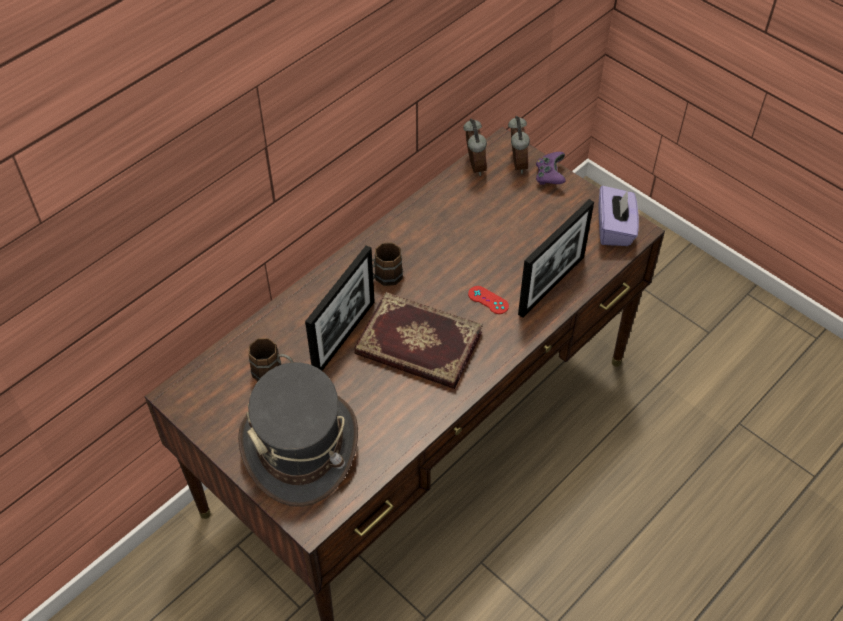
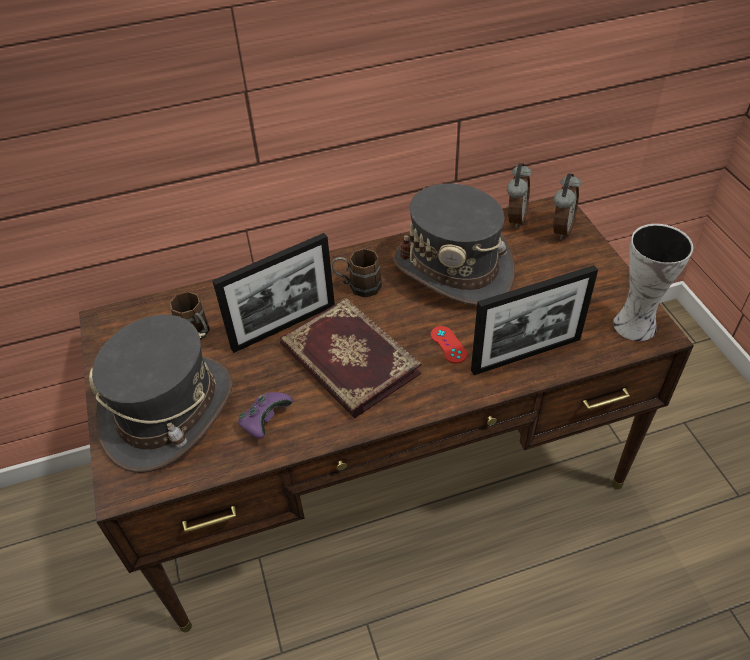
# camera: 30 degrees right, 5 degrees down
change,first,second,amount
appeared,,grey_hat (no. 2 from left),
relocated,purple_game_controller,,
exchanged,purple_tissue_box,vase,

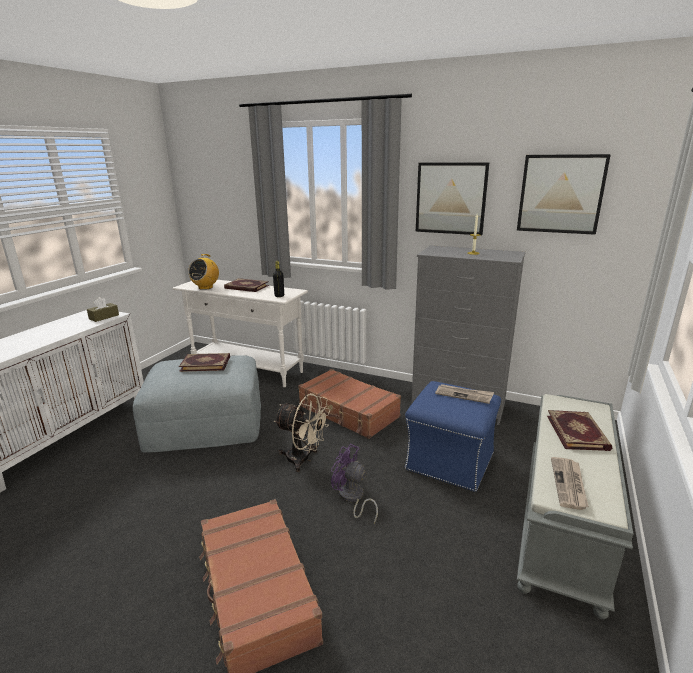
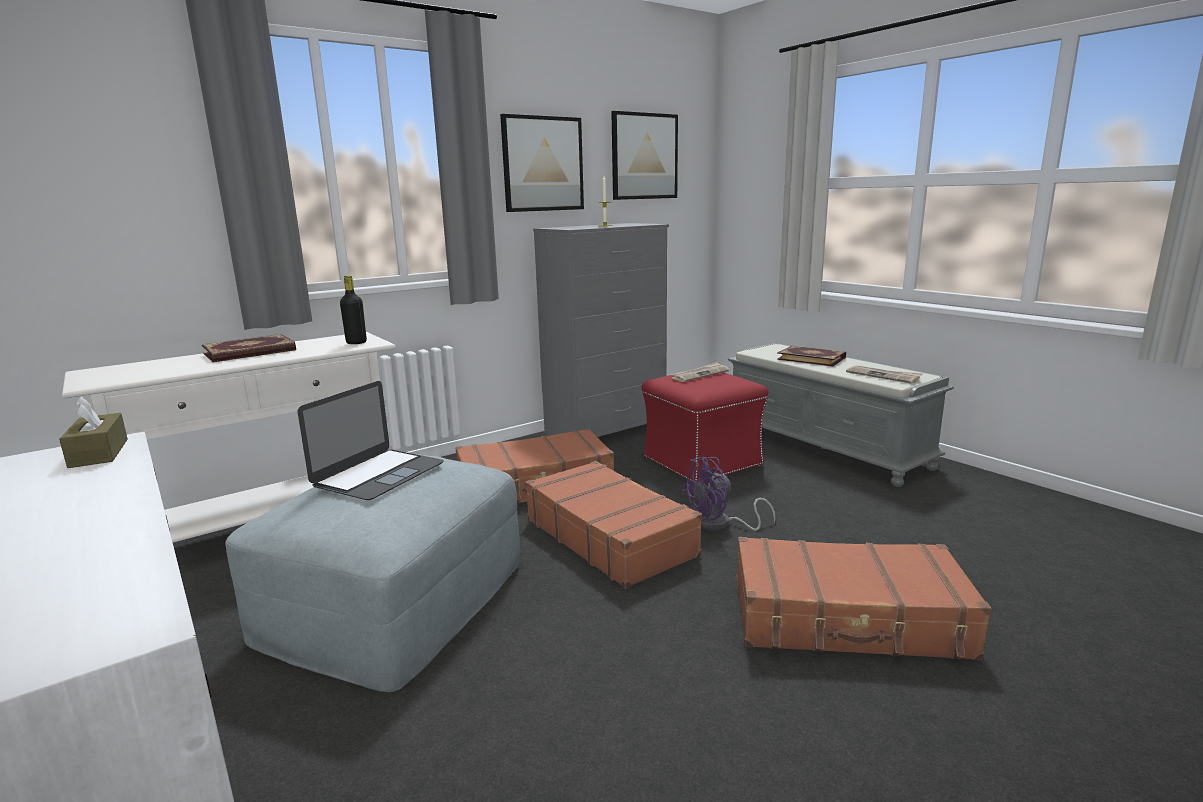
# camera: 60 degrees left, 5 degrees down
change,first,second,amount
missing,radio,,
exchanged,book (no. 1 from left),laptop,
exchanged,beige_fan,brown_suitcase (no. 2 from left),
colour,blue_ottoman,red_ottoman,

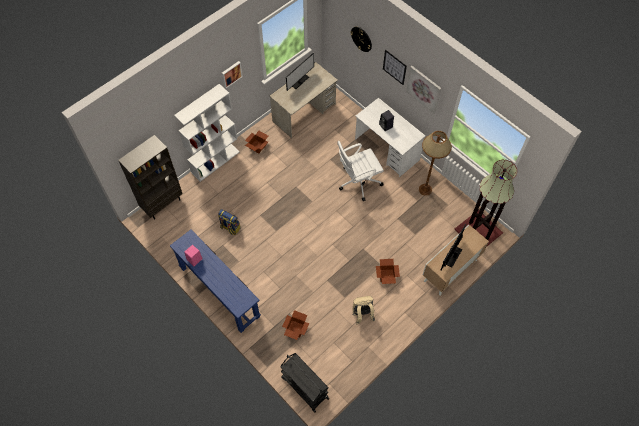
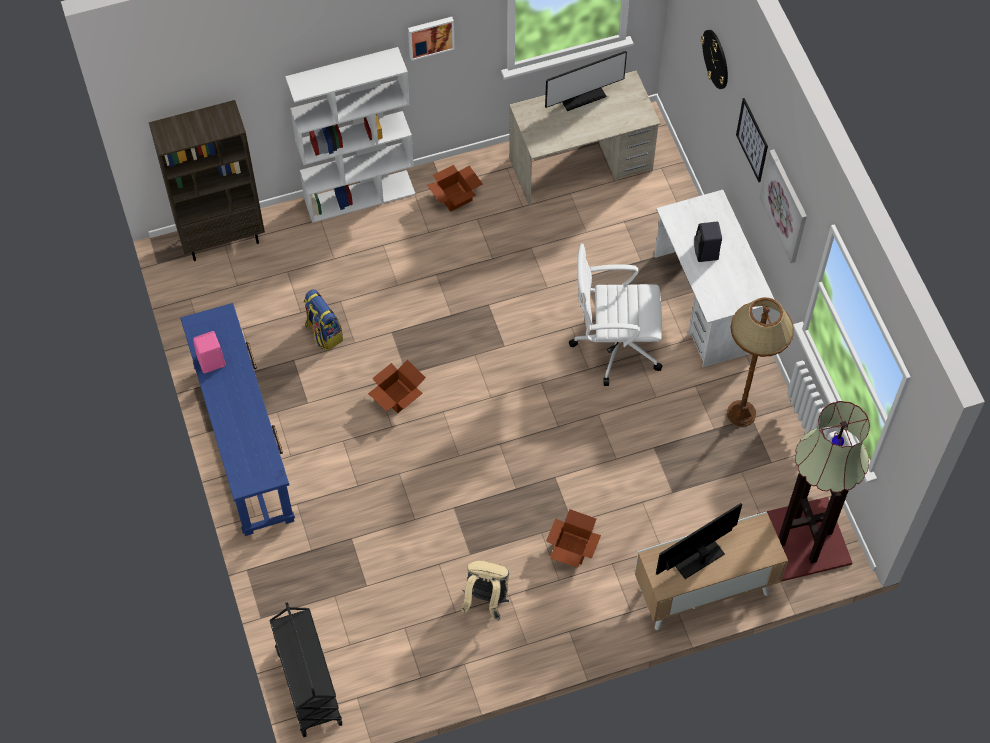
# camera: 25 degrees right, 0 degrees up
change,first,second,amount
relocated,cardboard_box (no. 2 from left in the first image),cardboard_box (no. 1 from left),

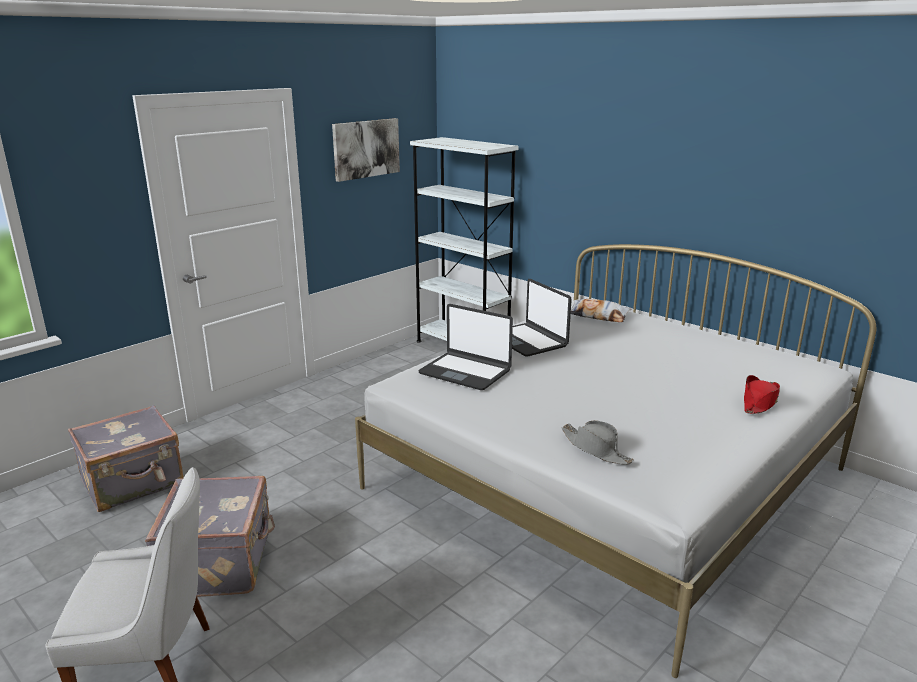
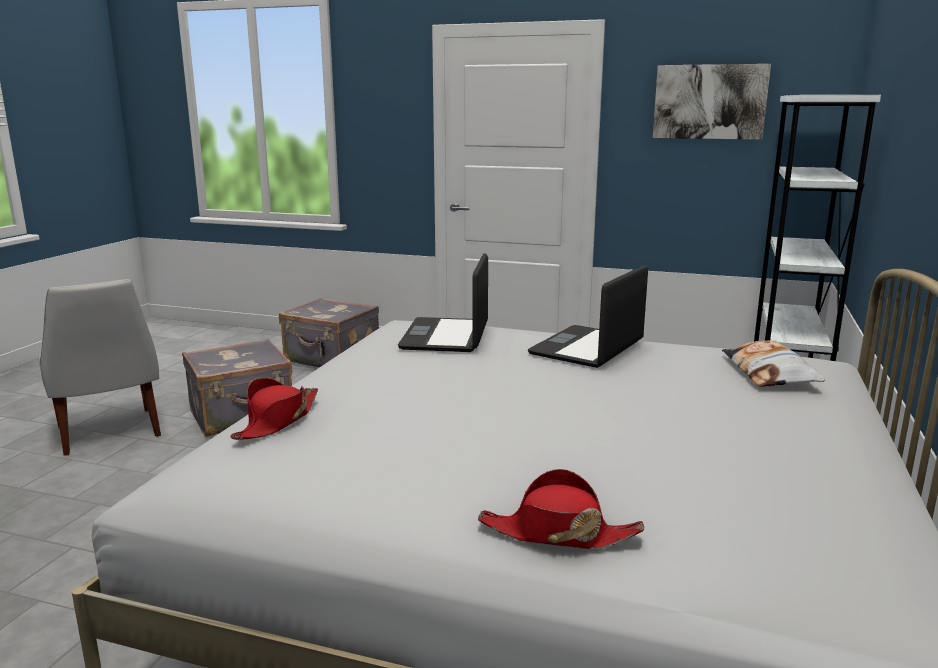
# camera: 65 degrees right, 5 degrees down
change,first,second,amount
colour,grey_hat,red_hat (no. 1 from left),

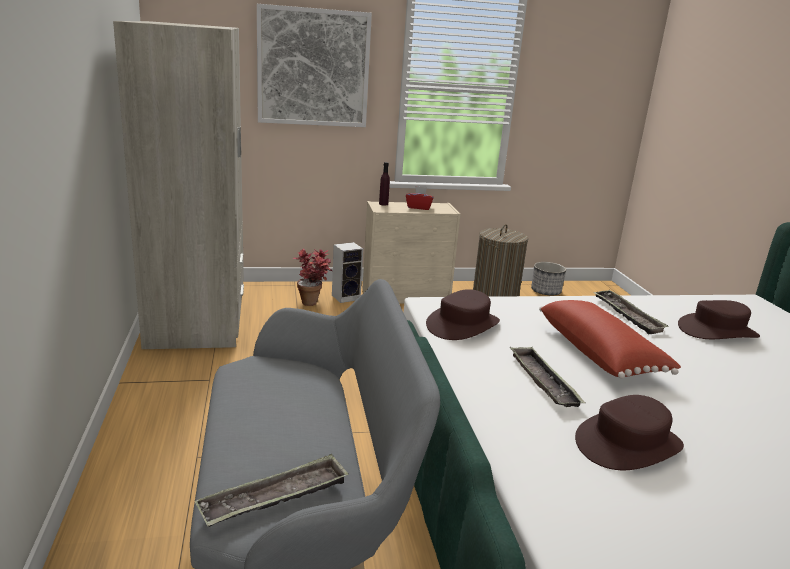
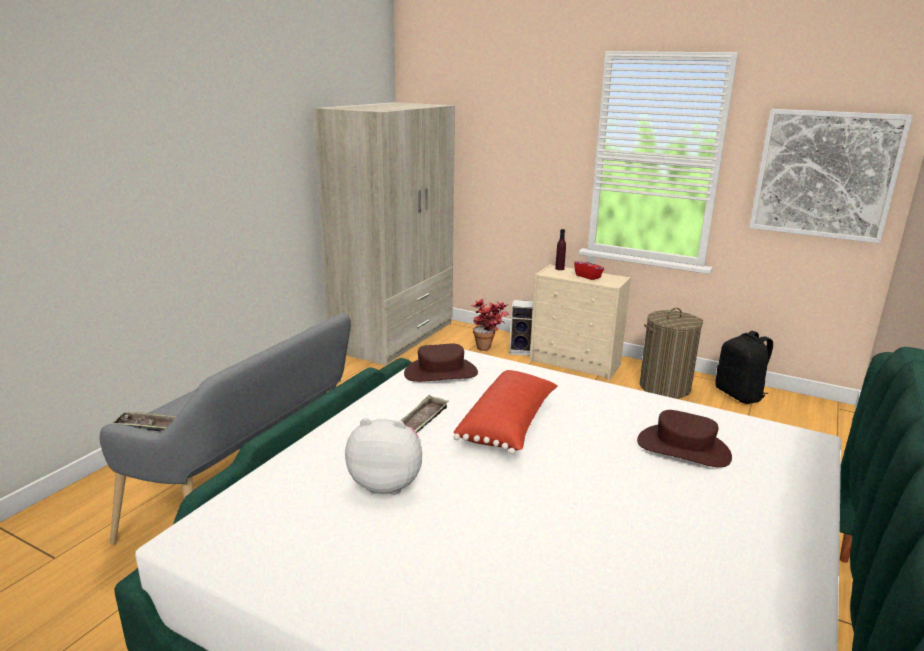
# camera: 40 degrees right, 0 degrees up
change,first,second,amount
missing,tray (no. 3 from left),,
relocated,picture,,
exchanged,planter,black_backpack,
exchanged,brown_hat (no. 2 from left),plush_toy,

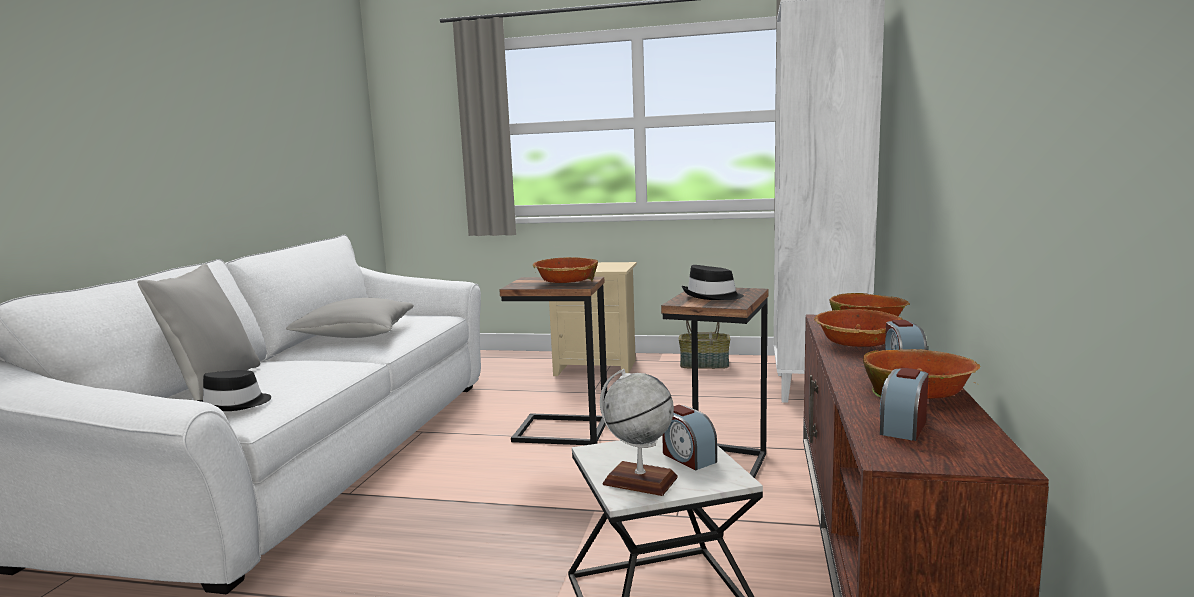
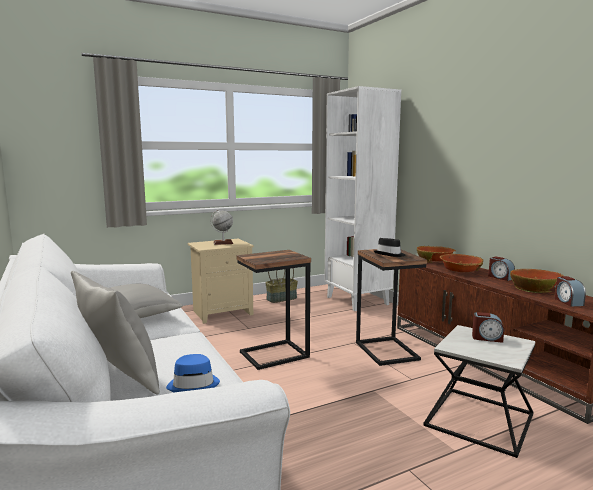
# camera: 40 degrees left, 0 degrees up
change,first,second,amount
missing,bowl (no. 1 from left),,
relocated,globe,,
colour,black_hat (no. 1 from left),blue_hat,

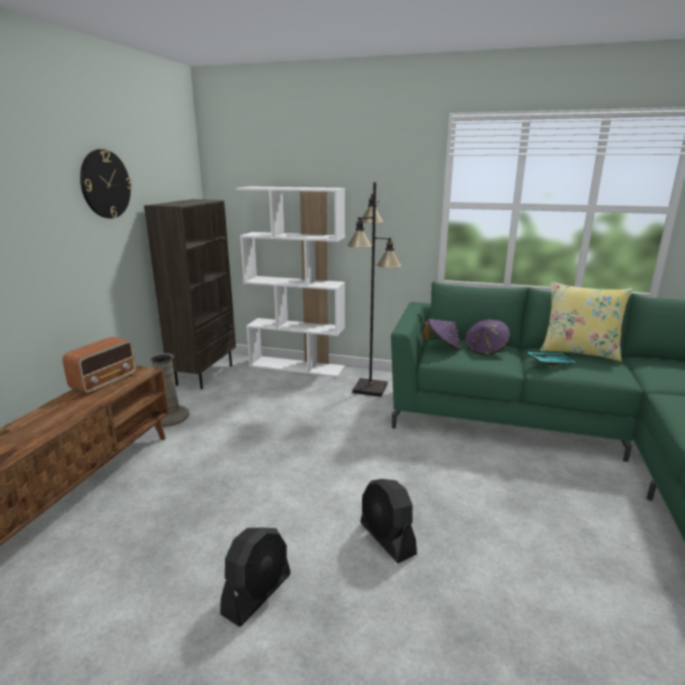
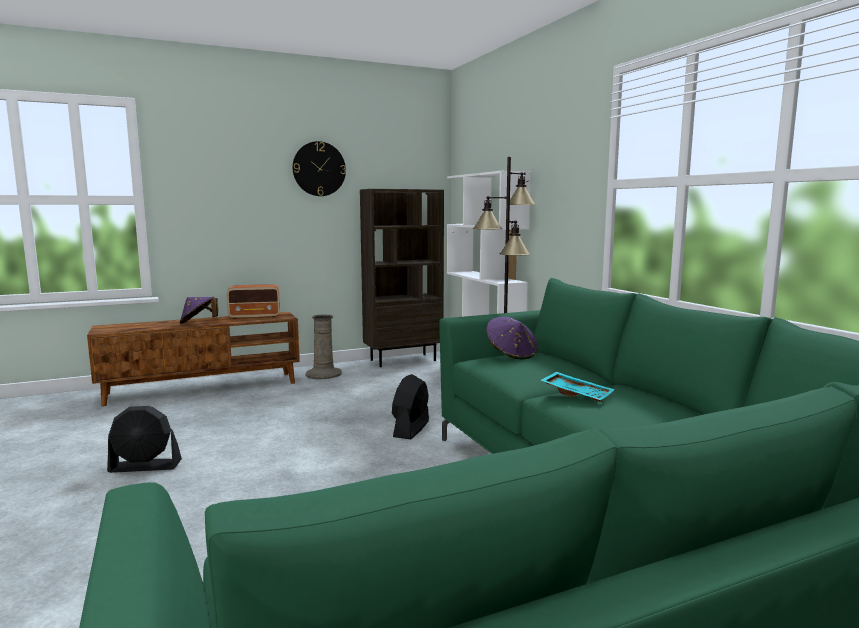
# camera: 50 degrees right, 10 degrees down
change,first,second,amount
missing,yellow_pillow,,
relocated,black_fan (no. 2 from left),,
relocated,purple_hat (no. 2 from left in the first image),purple_hat (no. 1 from left),

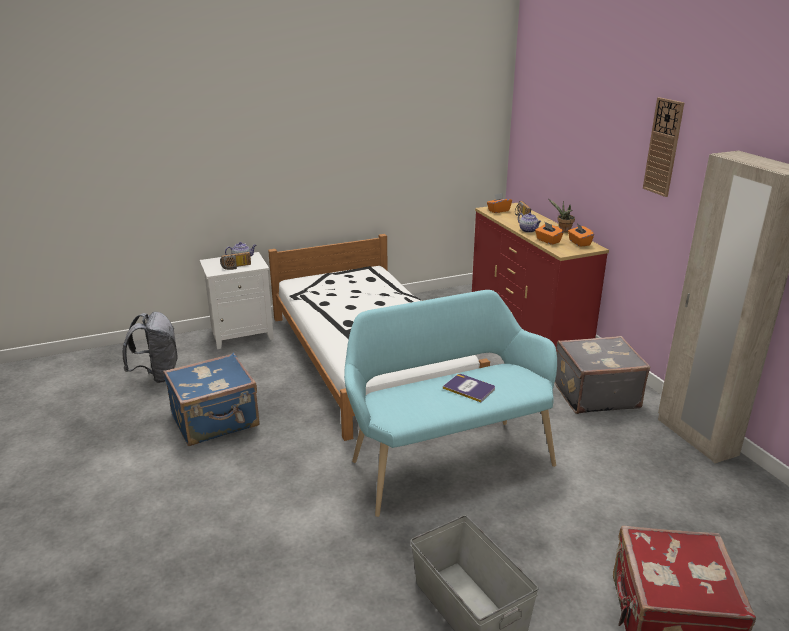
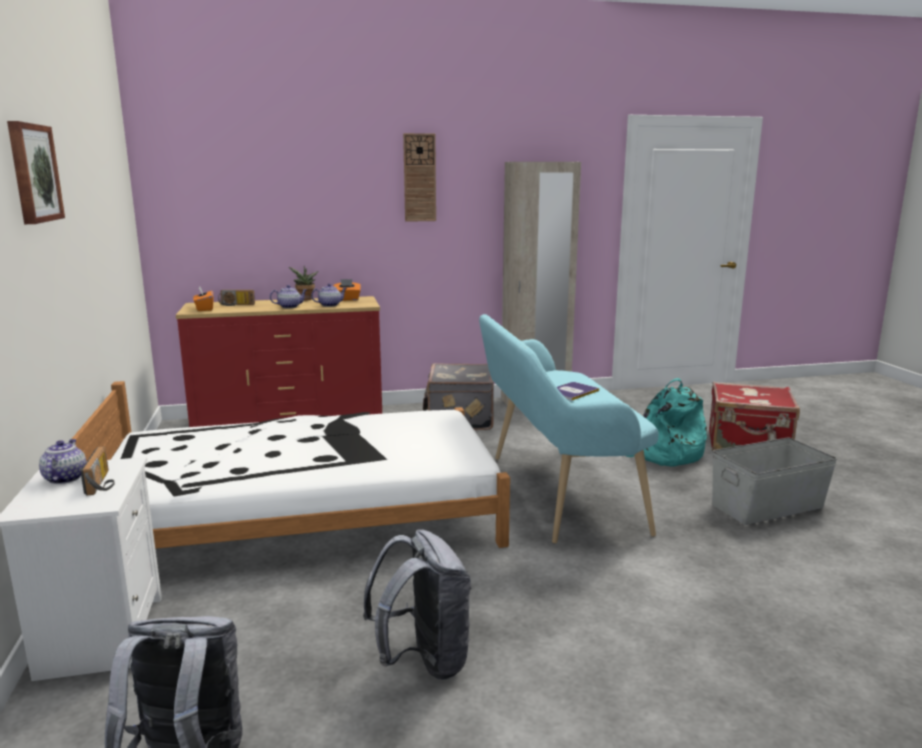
# camera: 80 degrees left, 10 degrees down
change,first,second,amount
appeared,,picture,
appeared,,turquoise_backpack,
exchanged,blue_suitcase,grey_backpack (no. 2 from left),
exchanged,orange_tissue_box (no. 2 from left),teapot (no. 3 from left),

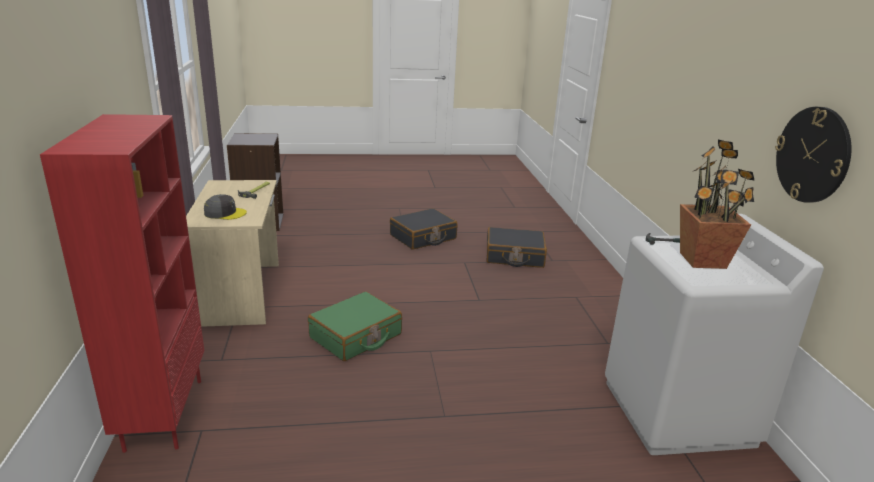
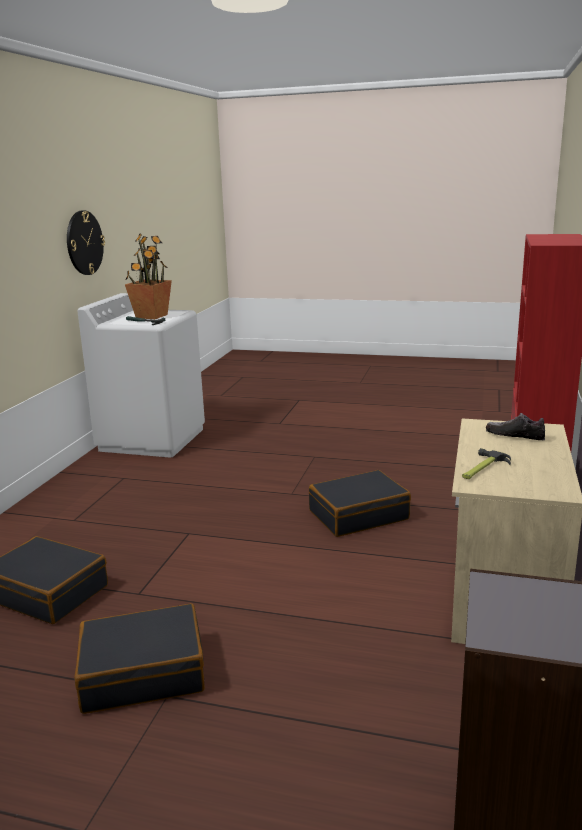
# camera: 155 degrees left, 5 degrees down
change,first,second,amount
exchanged,grey_cap,shoe,
colour,green_suitcase,black_suitcase (no. 3 from left),

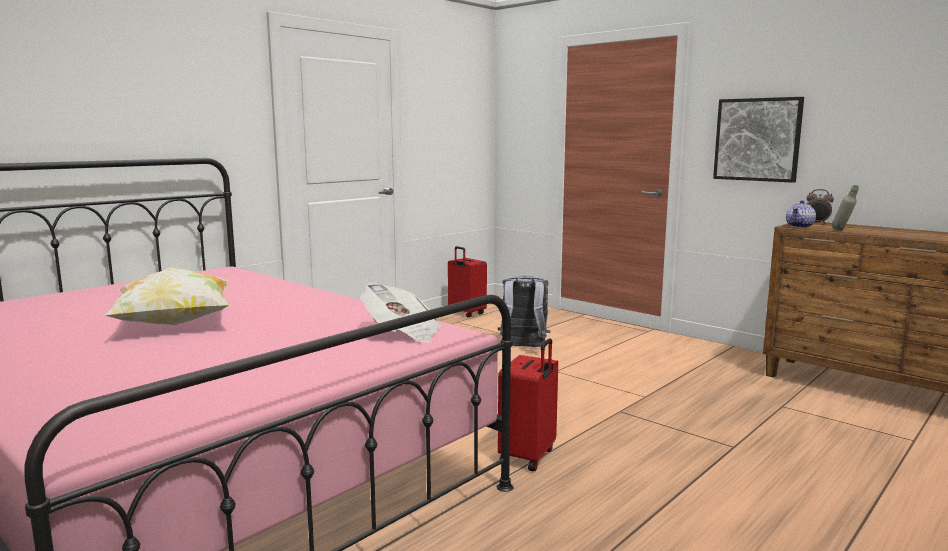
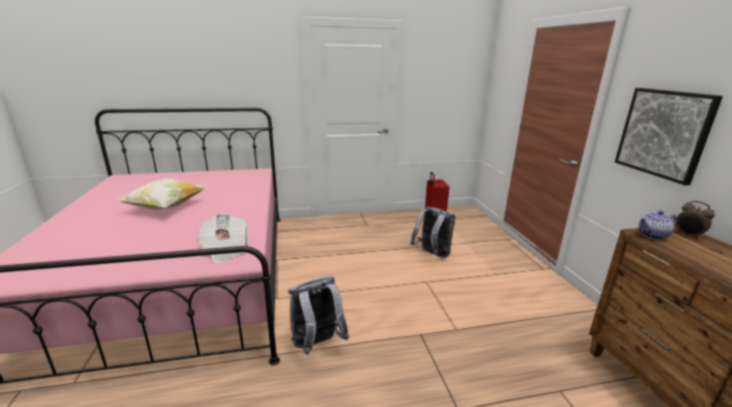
# camera: 35 degrees right, 10 degrees up
change,first,second,amount
missing,grey_bottle,,
exchanged,red_suitcase (no. 2 from left),grey_backpack (no. 1 from left),

